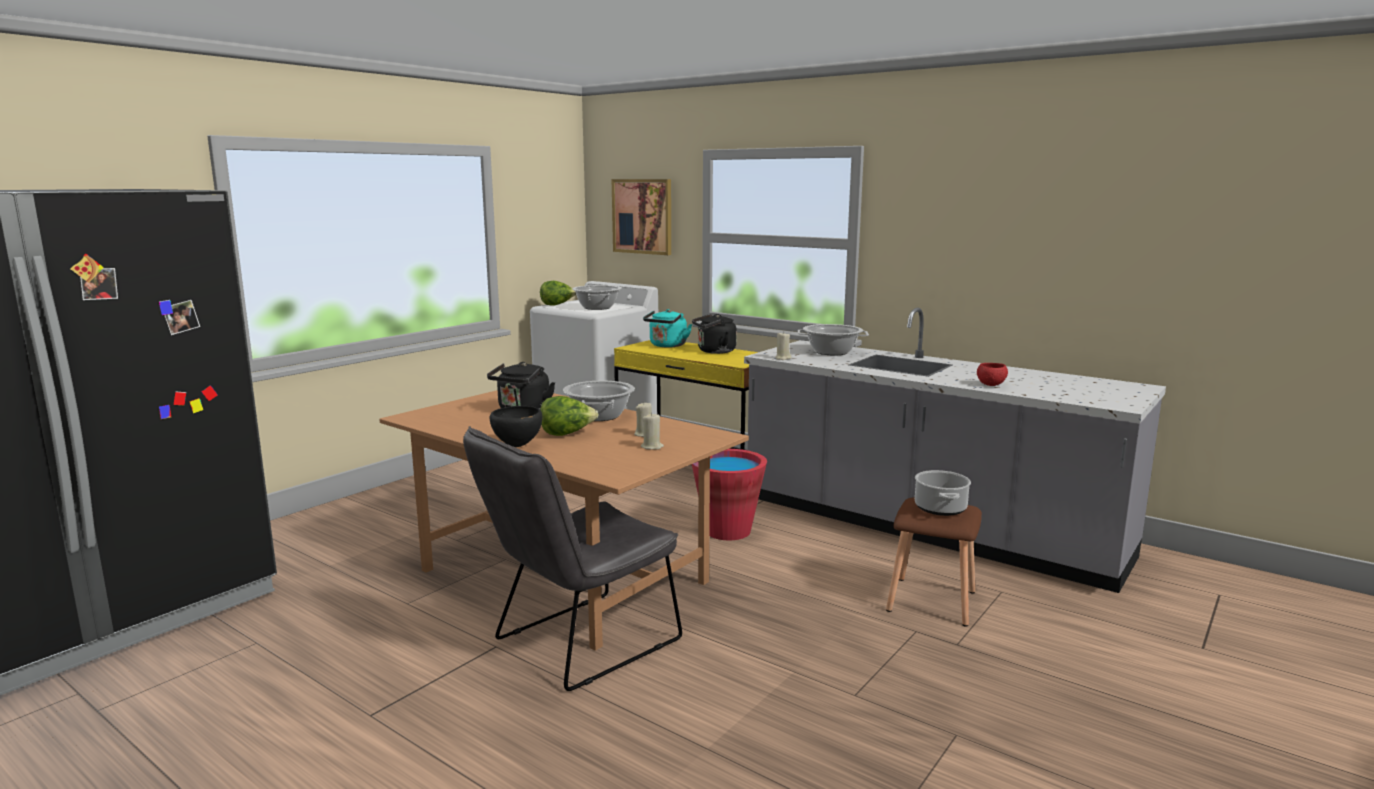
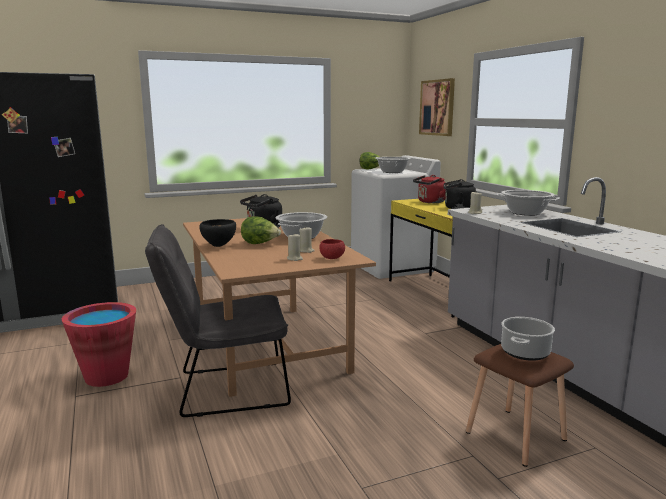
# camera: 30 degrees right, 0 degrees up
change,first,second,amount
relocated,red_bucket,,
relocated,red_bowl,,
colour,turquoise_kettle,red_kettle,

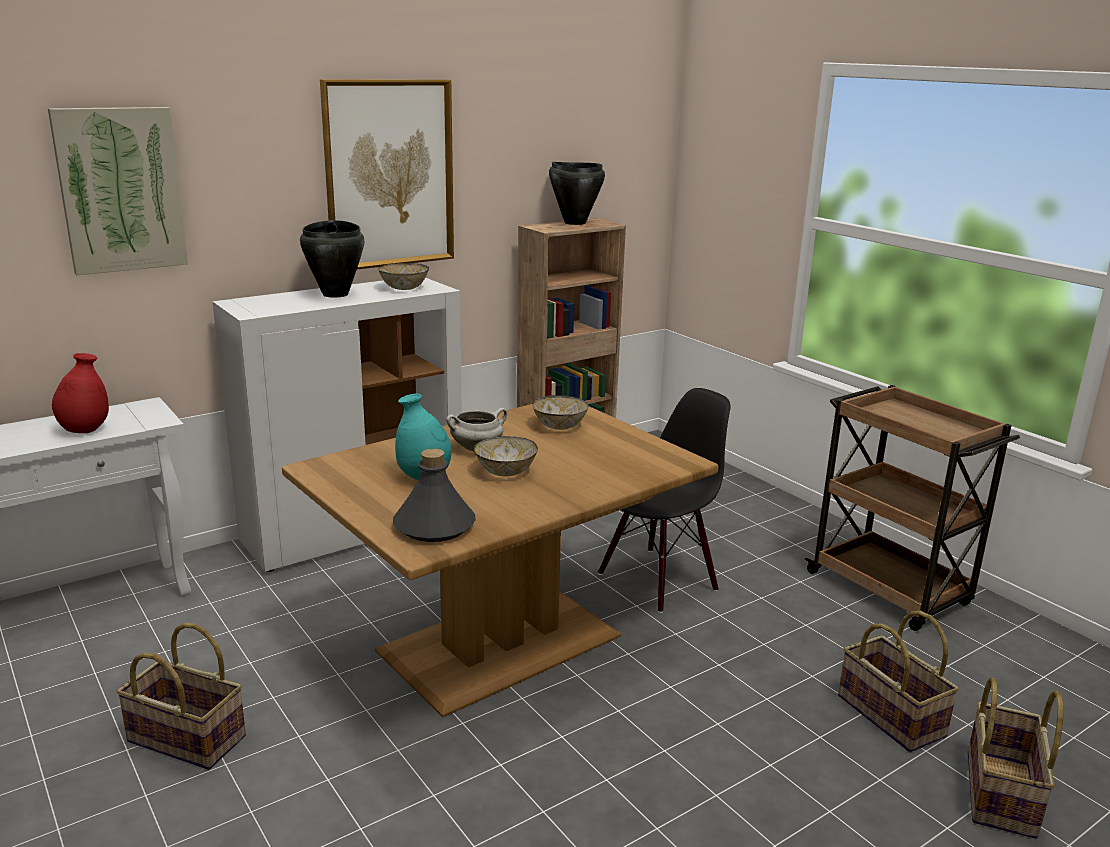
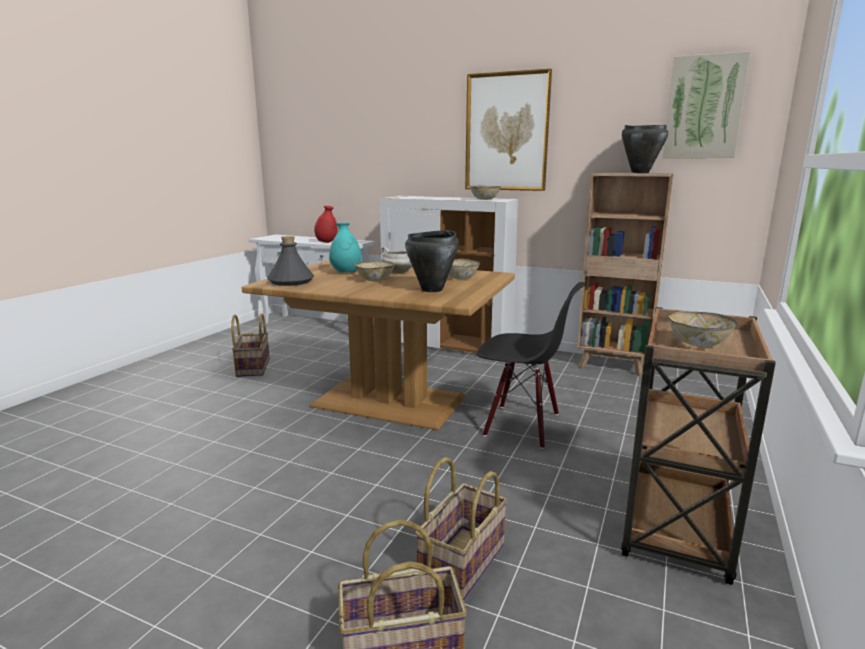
# camera: 60 degrees right, 5 degrees down
change,first,second,amount
appeared,,bowl (no. 4 from left),
relocated,picture (no. 1 from left in the first image),picture (no. 2 from left),
relocated,black_cooking_pot (no. 1 from left),,

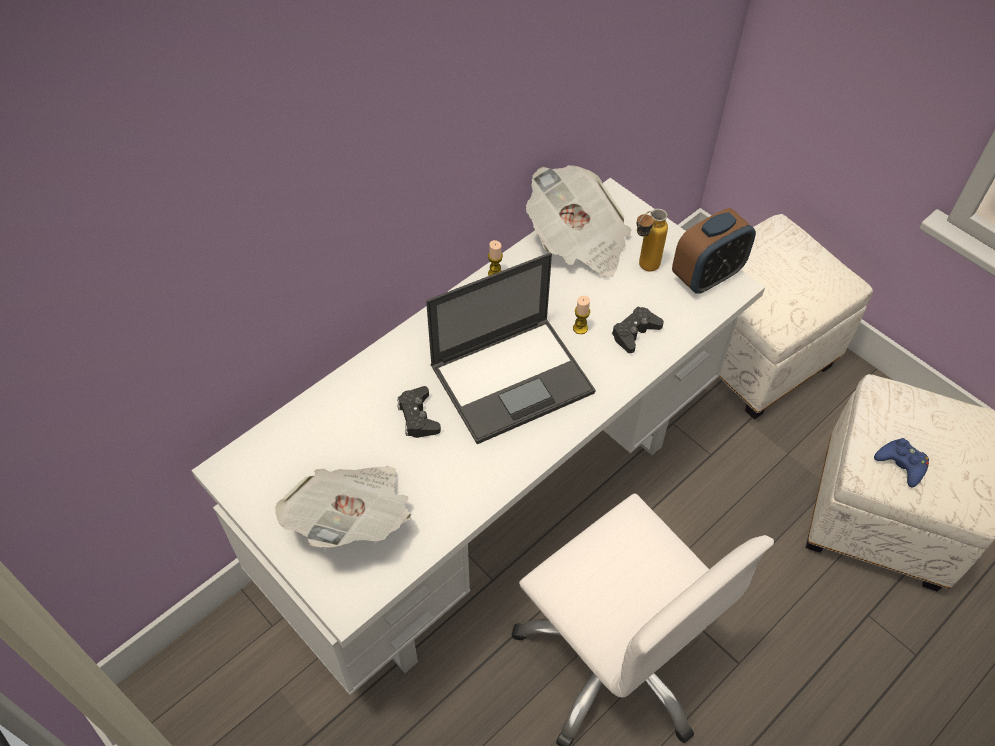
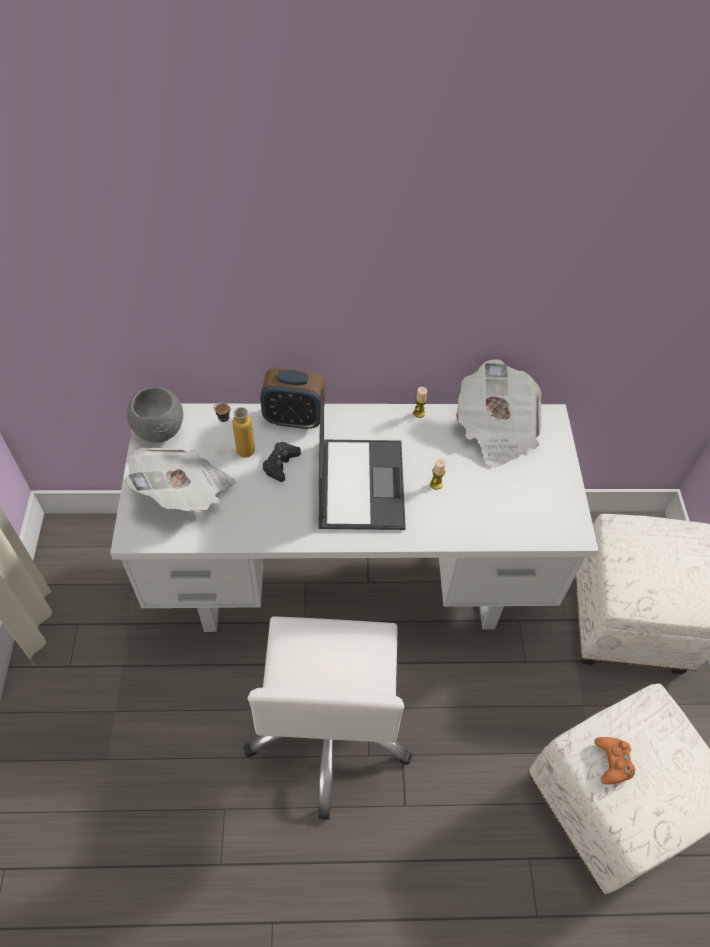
# camera: 40 degrees right, 0 degrees up
change,first,second,amount
missing,black_game_controller (no. 2 from left),,
appeared,,grey_bowl,
relocated,bottle,,
relocated,alarm_clock,,
colour,blue_game_controller,orange_game_controller,
spun,laptop,,105 degrees counterclockwise

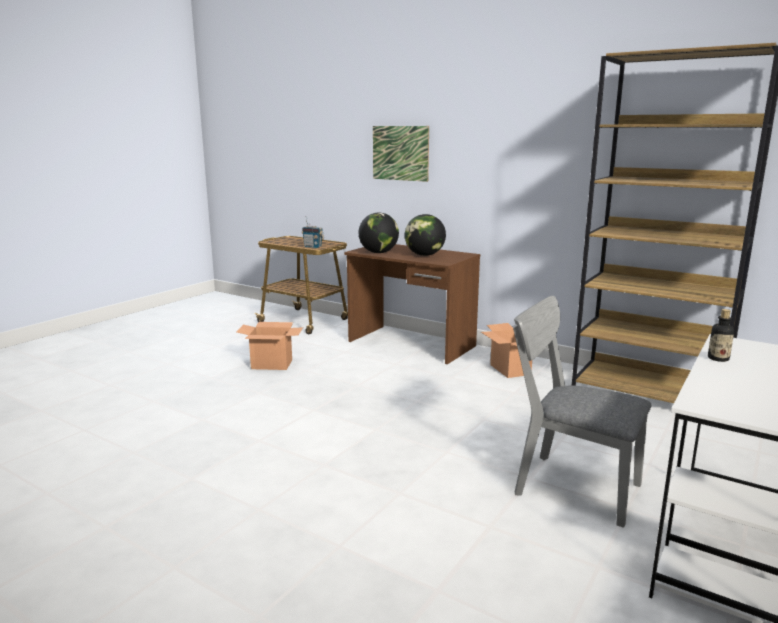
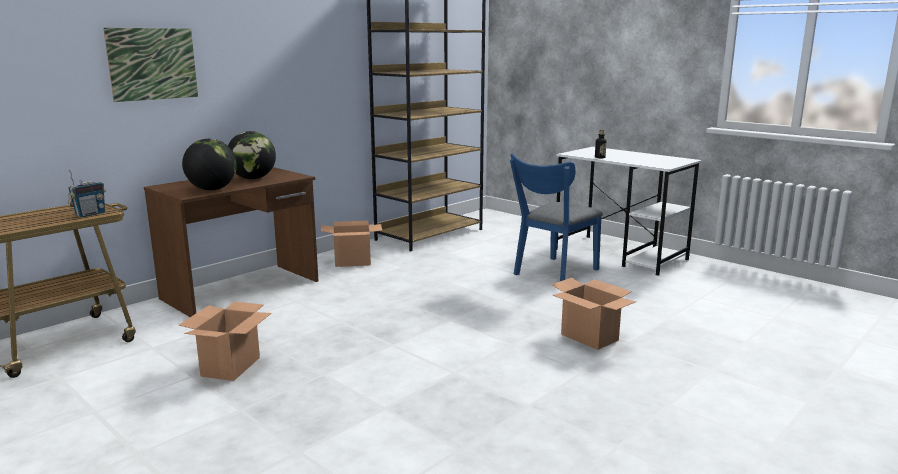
# camera: 80 degrees left, 0 degrees up
change,first,second,amount
appeared,,cardboard_box (no. 3 from left),
colour,grey_chair,blue_chair,

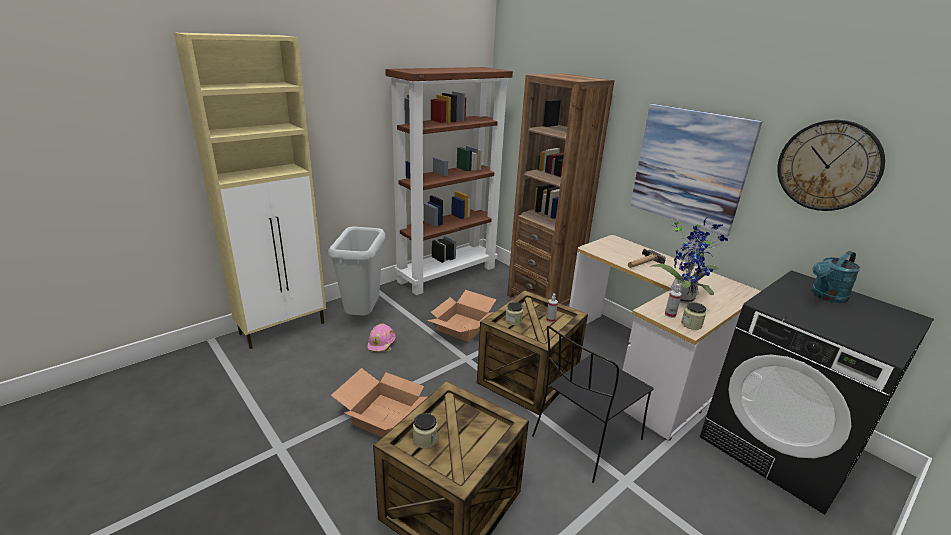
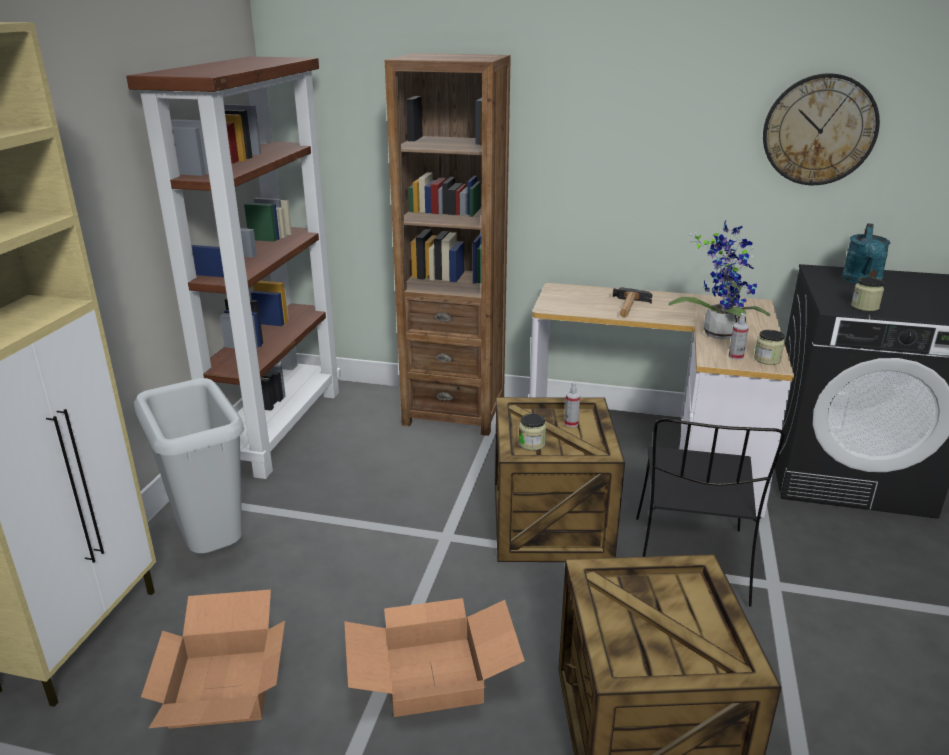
# camera: 35 degrees left, 0 degrees up
change,first,second,amount
missing,pink_hard_hat,,
missing,picture,,
relocated,jar (no. 1 from left in the first image),jar (no. 3 from left),
relocated,cardboard_box (no. 2 from left in the first image),cardboard_box (no. 1 from left),

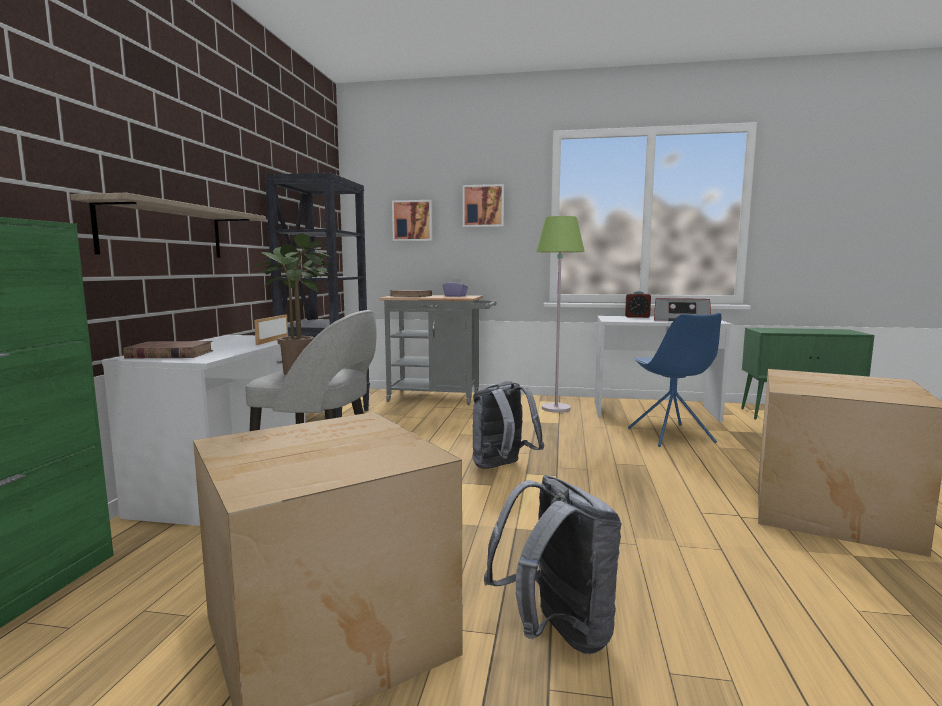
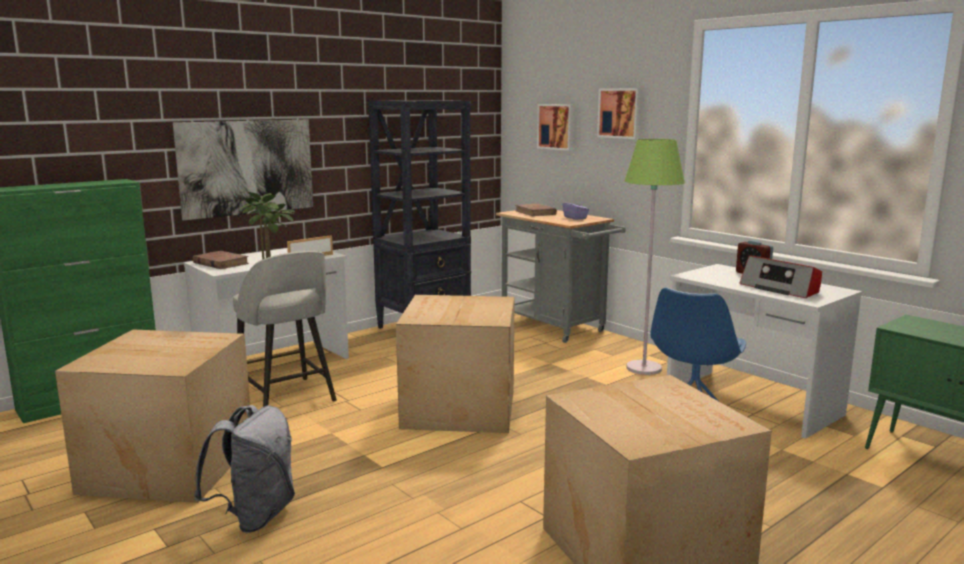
# camera: 40 degrees right, 5 degrees up
change,first,second,amount
exchanged,shelf,picture (no. 1 from left),
exchanged,grey_backpack (no. 1 from left),cardboard_box (no. 2 from left),

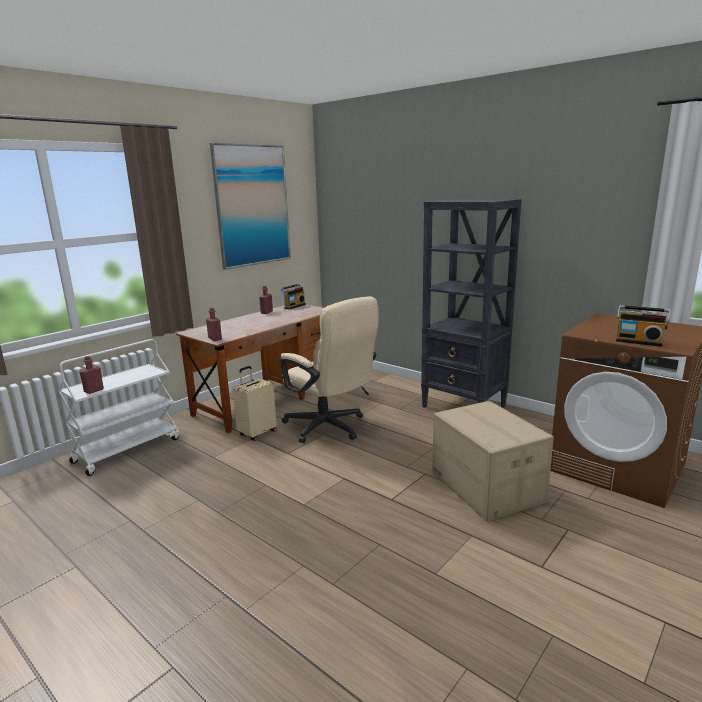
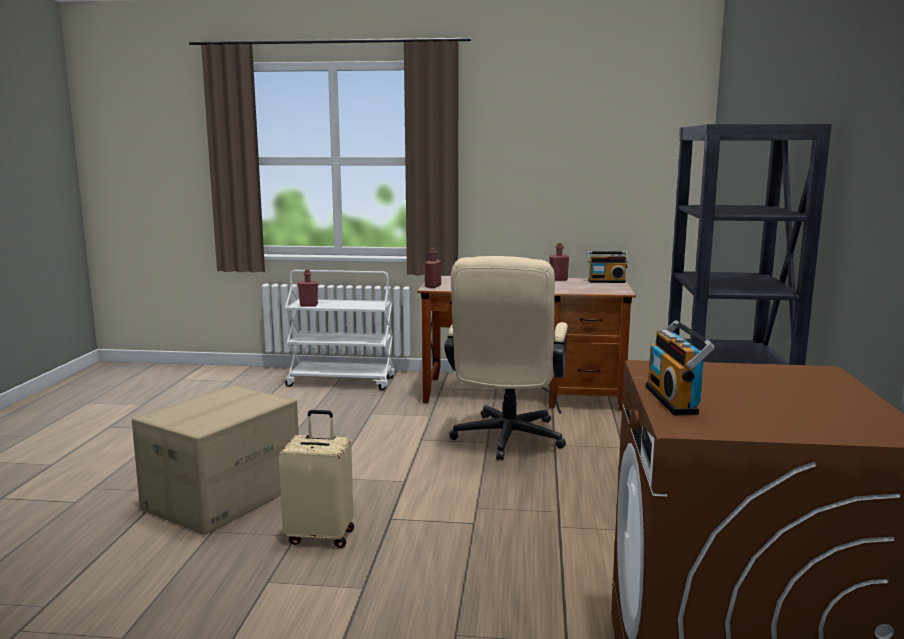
# camera: 55 degrees right, 5 degrees down
change,first,second,amount
missing,picture,,
relocated,beige_suitcase,,
relocated,cardboard_box,,

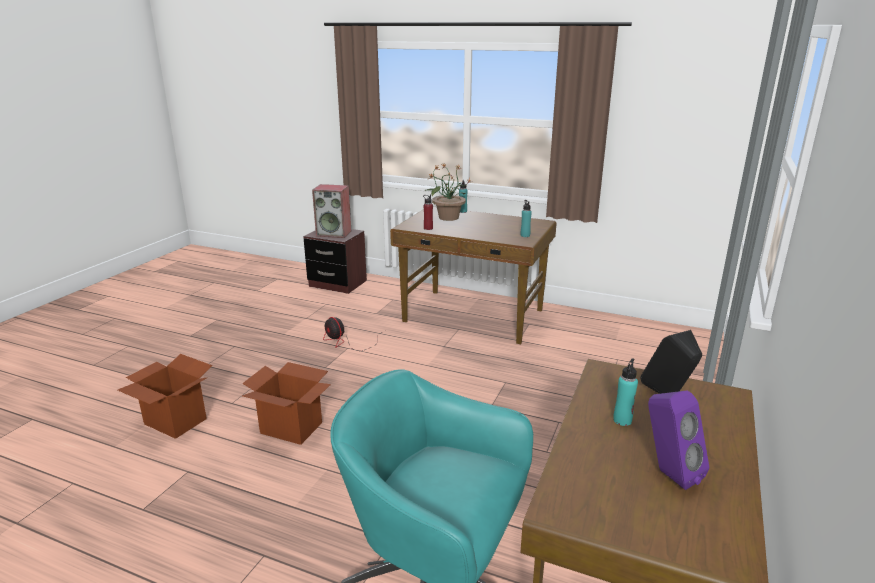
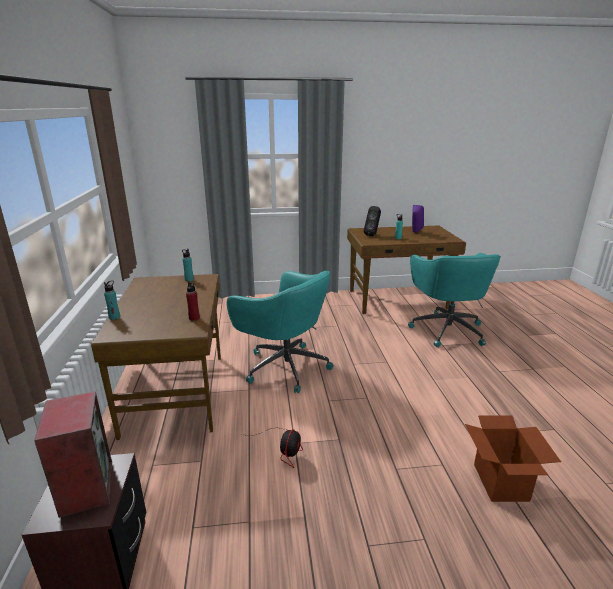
# camera: 120 degrees left, 0 degrees up
change,first,second,amount
missing,cardboard_box (no. 2 from left),,
missing,potted_plant,,
appeared,,turquoise_office_chair (no. 1 from left),

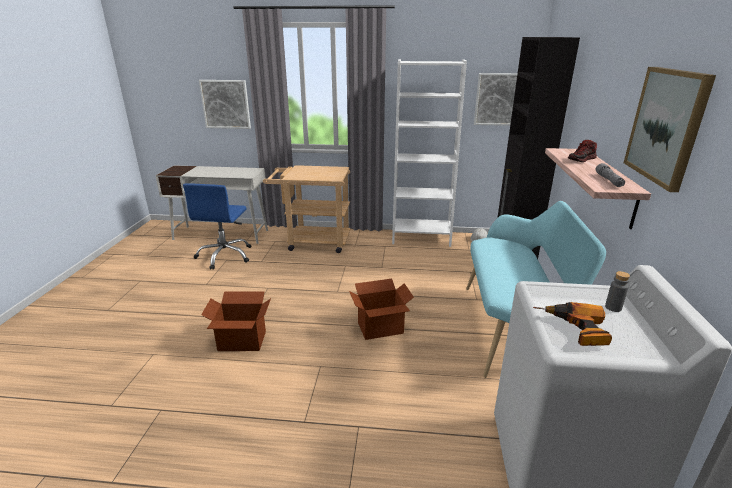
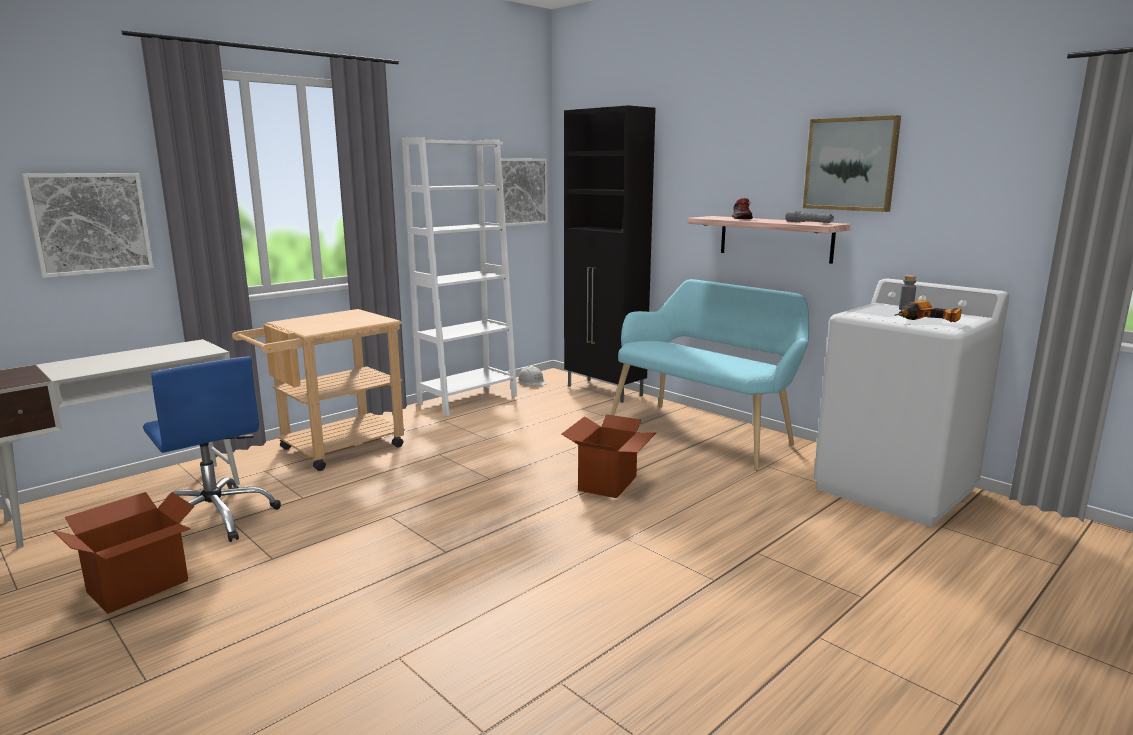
# camera: 50 degrees left, 10 degrees down
change,first,second,amount
relocated,cardboard_box (no. 1 from left),,

